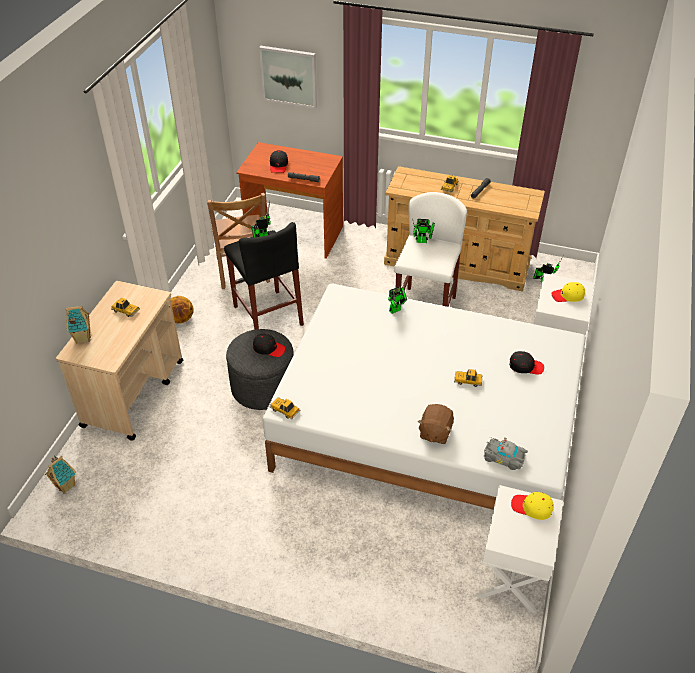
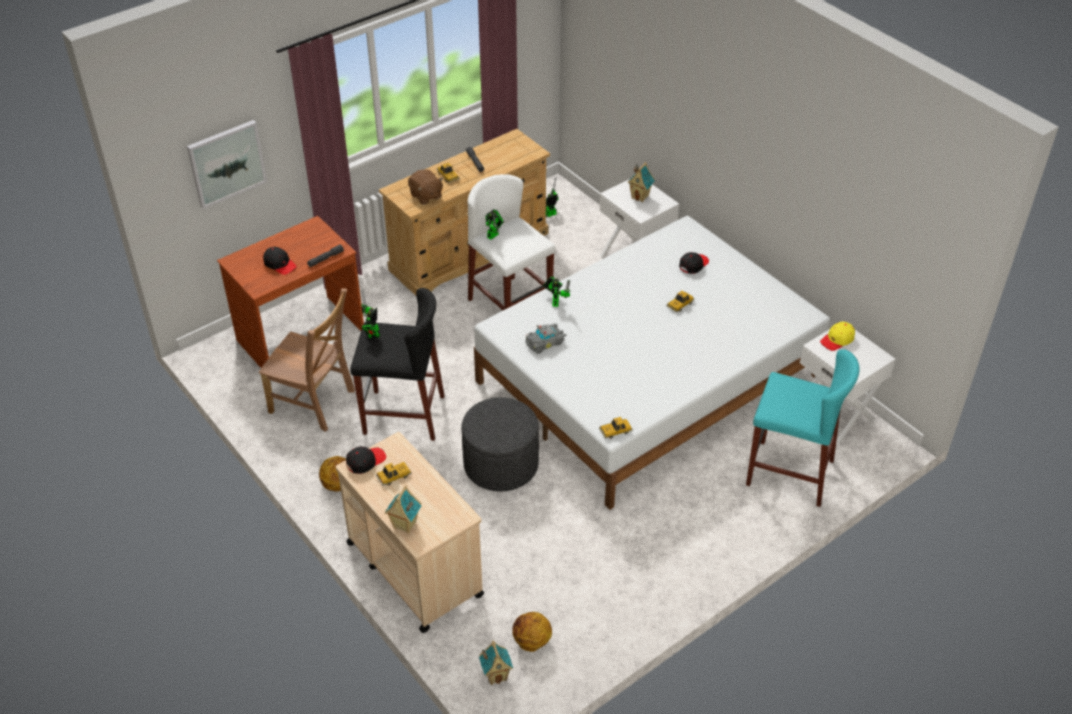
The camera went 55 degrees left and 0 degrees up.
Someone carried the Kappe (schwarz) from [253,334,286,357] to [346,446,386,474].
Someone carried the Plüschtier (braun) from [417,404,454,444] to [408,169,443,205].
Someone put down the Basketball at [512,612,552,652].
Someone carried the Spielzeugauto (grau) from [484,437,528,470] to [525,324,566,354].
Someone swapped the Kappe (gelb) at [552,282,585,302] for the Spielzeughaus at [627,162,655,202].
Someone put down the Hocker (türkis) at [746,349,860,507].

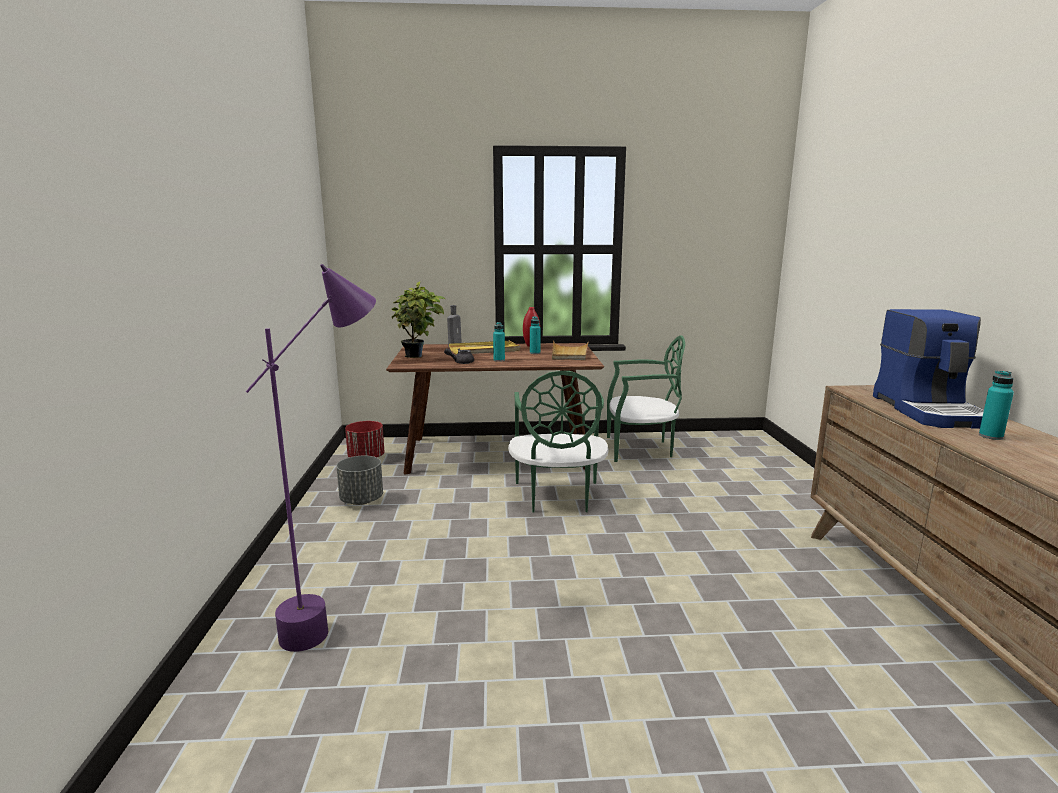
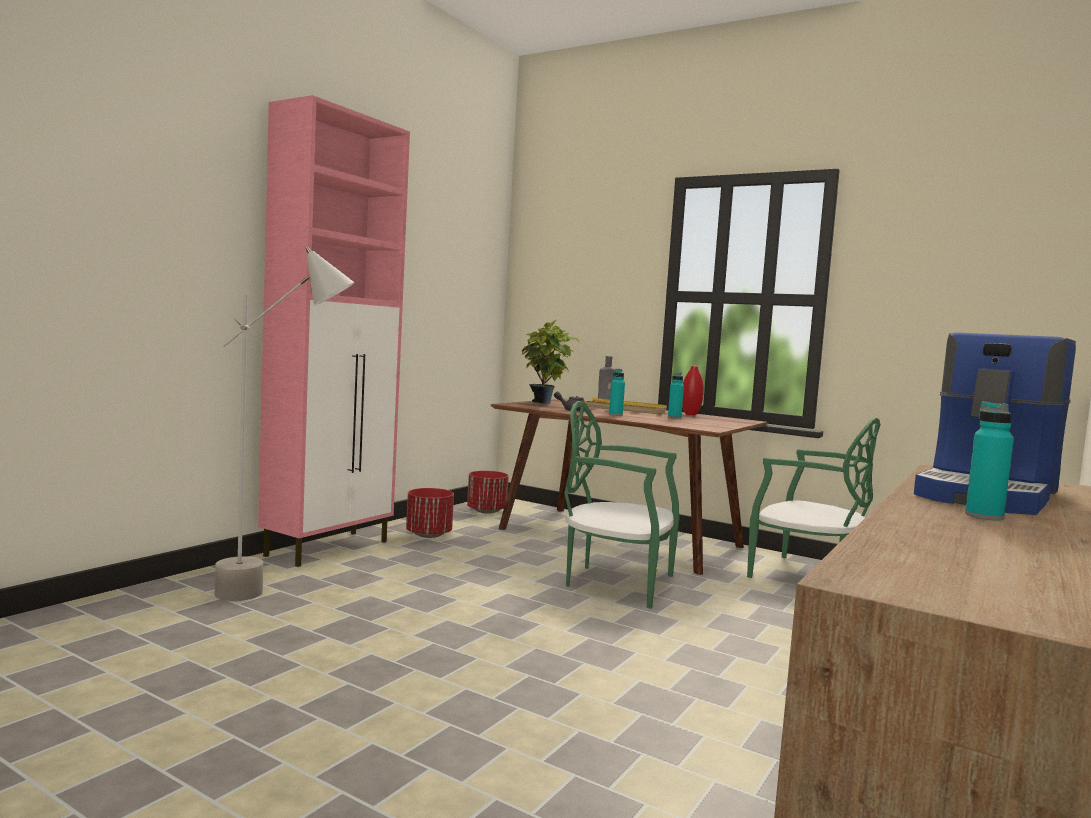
The camera went 35 degrees right and 10 degrees down.
Someone repainted the Stehlampe (lila) at [246,264,376,652], which became the Stehlampe (grau) at [215,246,355,601].
Someone put down the Schrank (rosa) at [258,95,410,567].
Someone repainted the Pflanzkübel (grau) at [336,456,383,505], which became the Pflanzkübel (rot) at [406,488,454,538].
Someone rotated the Stuhl (grün) at [508,371,608,513] by 75 degrees clockwise.
Someone took away the Tablett (beige) at [552,341,589,360].

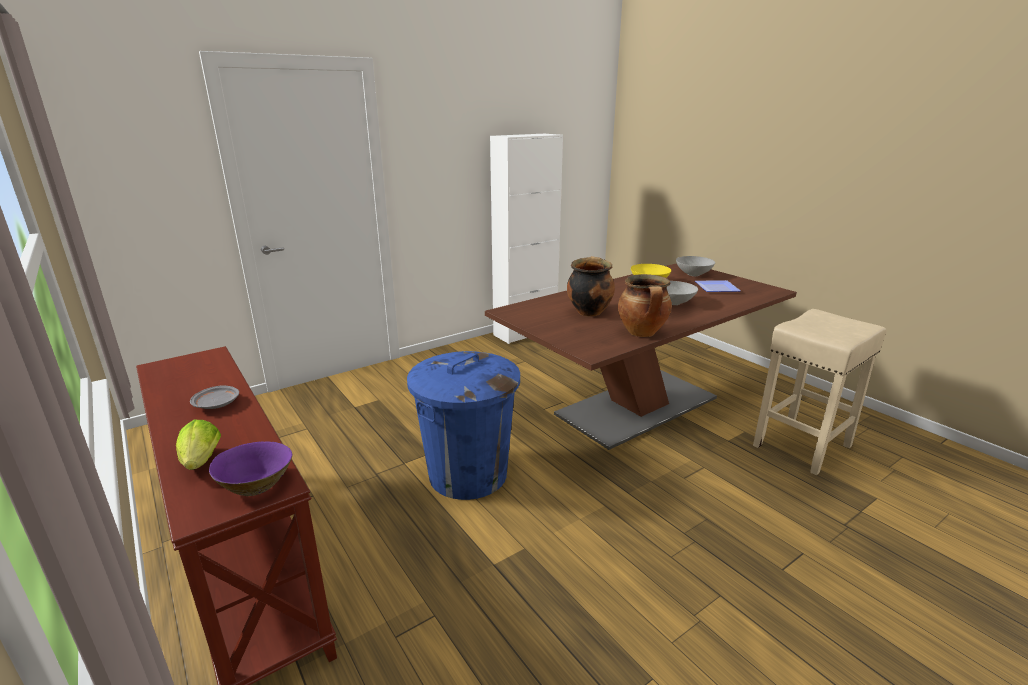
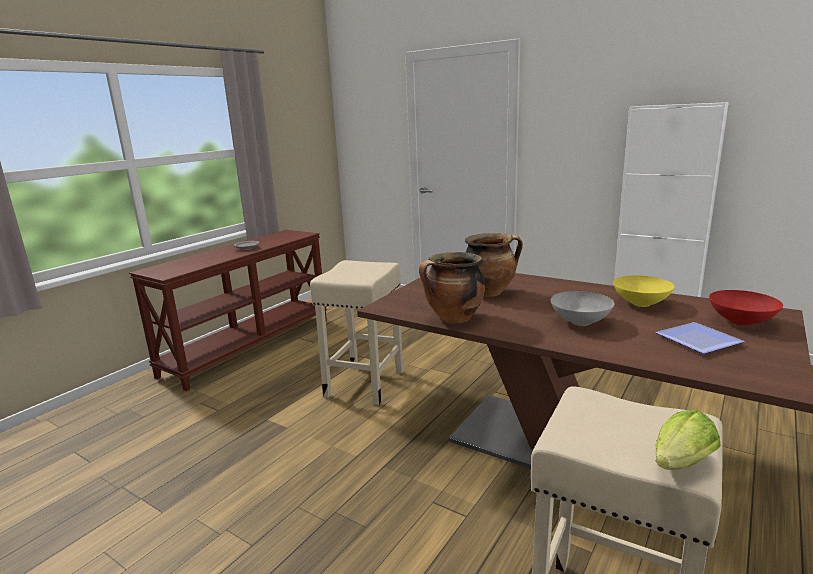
The camera went 70 degrees right and 5 degrees down.
Someone swapped the Mülleimer (blau) at [407,351,520,500] for the Hocker (beige) at [310,260,403,405].
Someone carried the Salatkopf from [176,420,221,470] to [655,410,721,470].
Someone repainted the Schüssel (grau) at [676,256,715,276], which became the Schüssel (rot) at [709,290,783,326].
Someone took away the Schüssel (lila) at [209,442,292,496].

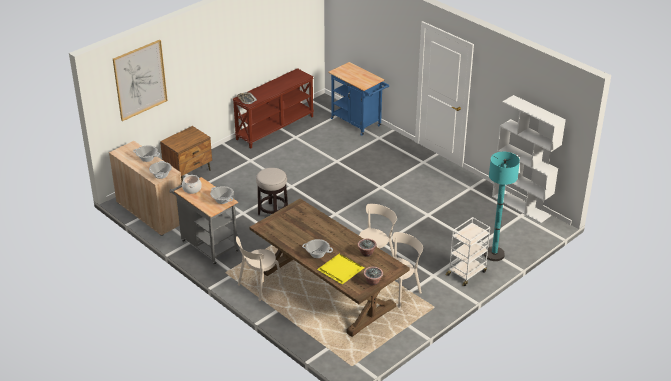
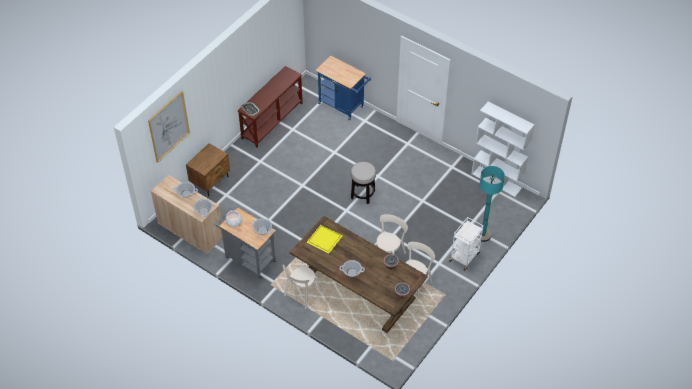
The camera went 10 degrees left and 15 degrees up.
Someone carried the Tablett (gelb) from [317,253,364,284] to [307,225,343,254].
Someone carried the Hocker from [256,168,288,215] to [350,162,376,204].

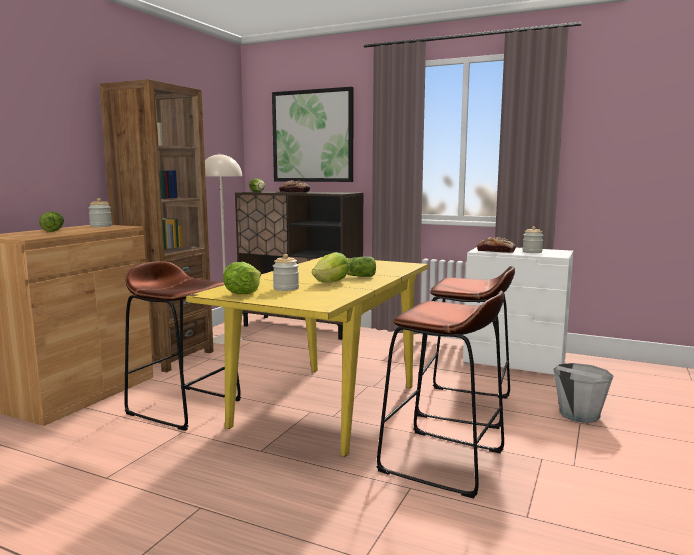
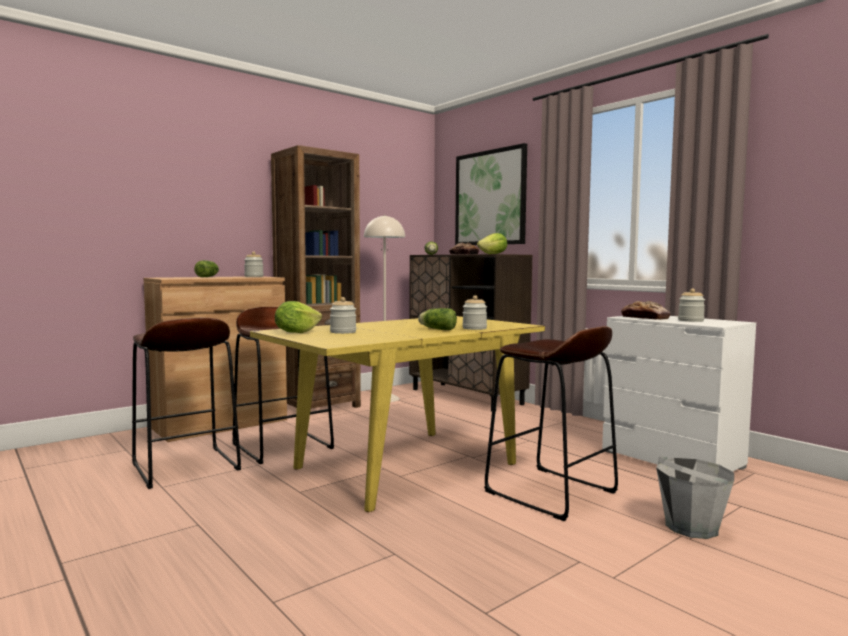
The camera went 25 degrees right and 5 degrees down.
Someone carried the Hocker (braun) from [376,291,504,498] to [132,318,241,489].
Someone put down the Vorratsglas at [462,295,487,330].
Someone carried the Salatkopf from [312,252,350,283] to [477,233,507,254].

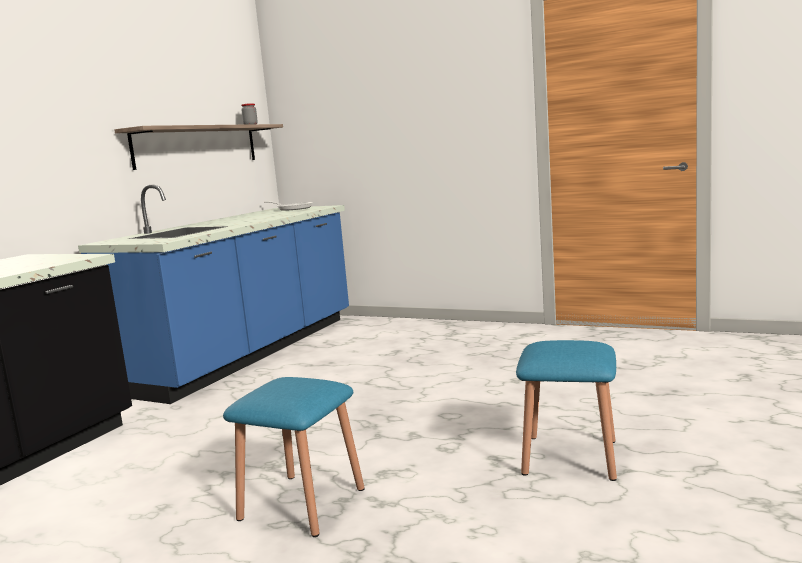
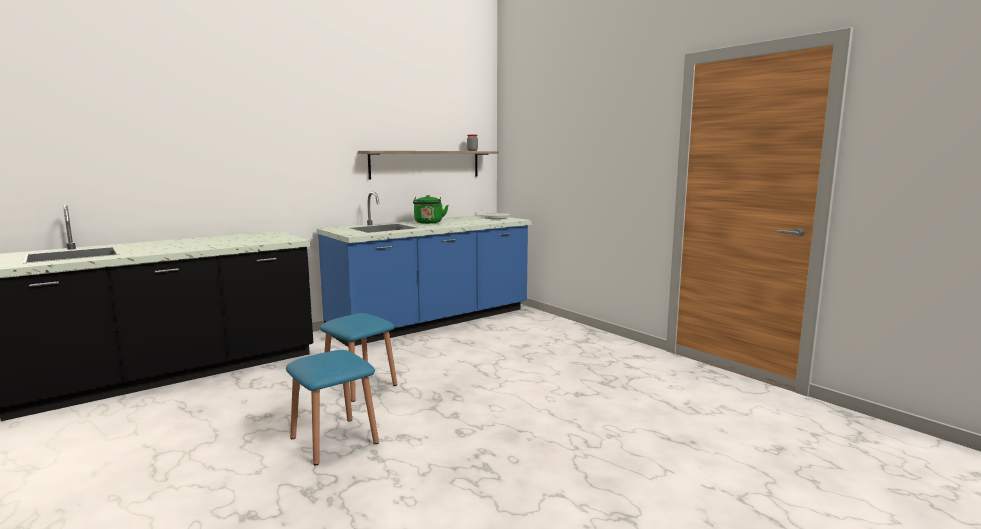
The camera went 25 degrees right and 0 degrees up.
Someone carried the Hocker (blau) from [516,340,617,481] to [320,313,397,402].
Someone put down the Wasserkessel (grün) at [413,195,449,224].

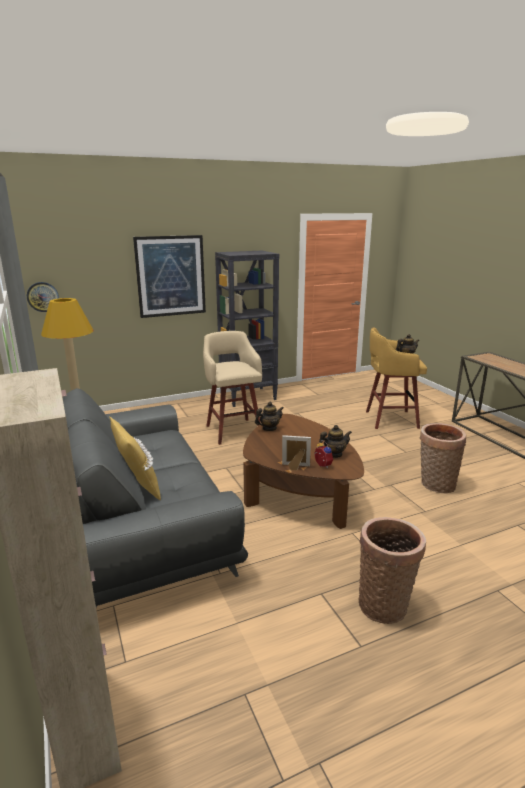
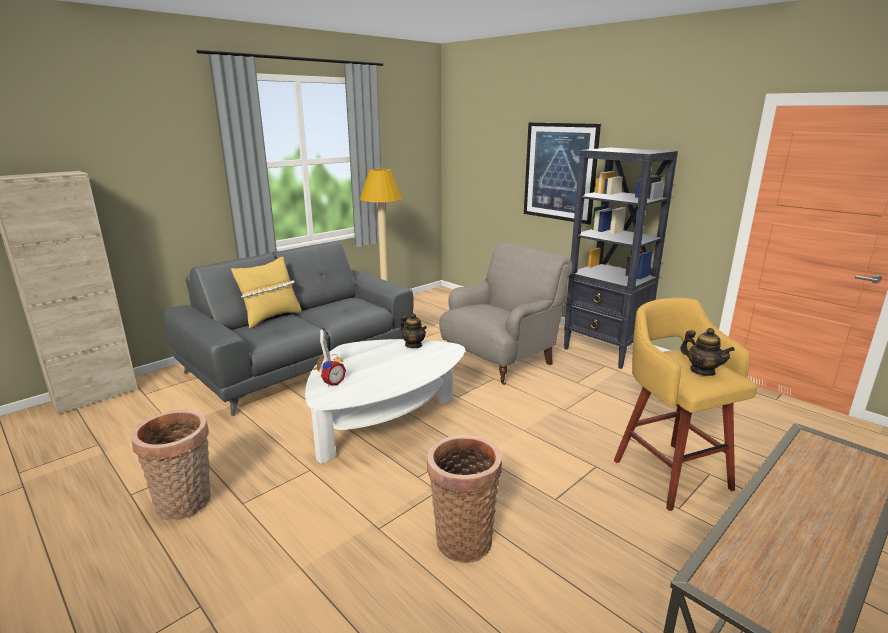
The camera went 70 degrees right and 0 degrees up.
Someone repainted the Couchtisch (braun) at [243,414,364,529], which became the Couchtisch (weiß) at [305,339,465,464].
Someone swapped the Hocker (beige) at [203,331,262,445] for the Sessel (grau) at [439,243,573,385].
Someone took away the Wanduhr at [27,282,59,312].
Someone took away the Teekanne at [318,425,352,458].

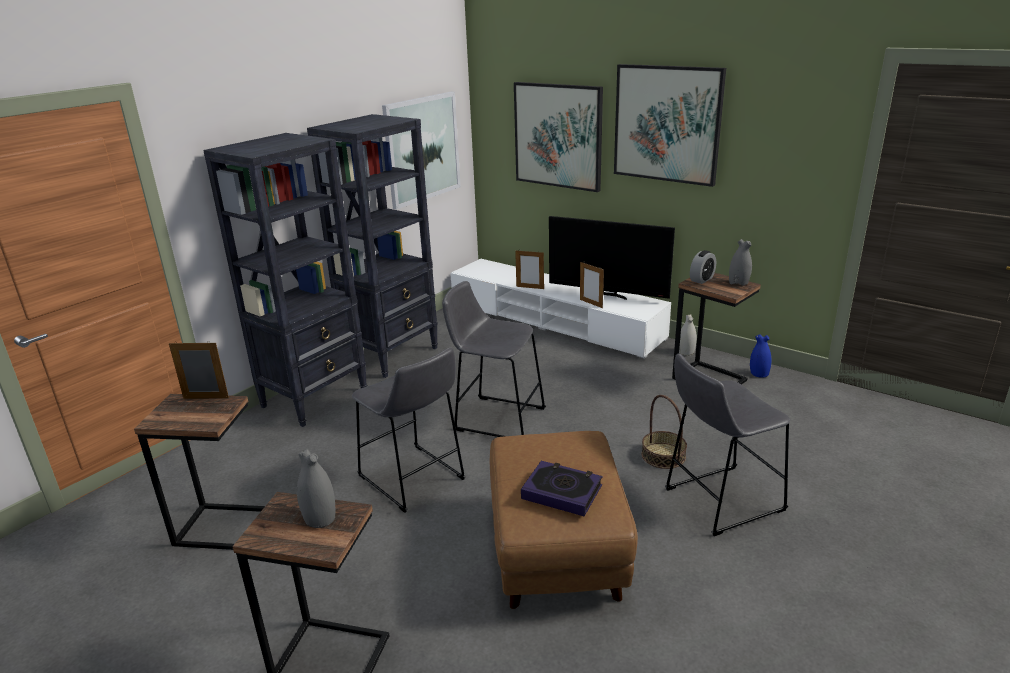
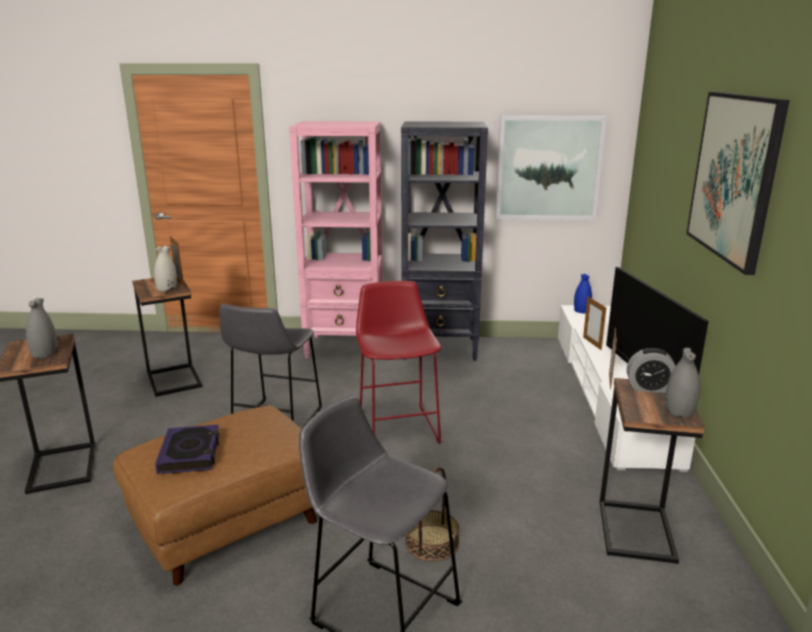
The camera went 55 degrees right and 5 degrees down.
Someone carried the Vase (weiß) from [679,315,697,356] to [154,245,177,292].
Someone repainted the Bücherregal (schwarz) at [203,133,367,427], which became the Bücherregal (rosa) at [289,121,383,360].
Someone repainted the Hocker (grau) at [442,281,546,437], which became the Hocker (rot) at [356,281,441,444].
Someone carried the Vase (blau) from [750,334,771,378] to [574,274,592,314].
Someone took away the Bild at [514,82,603,192].

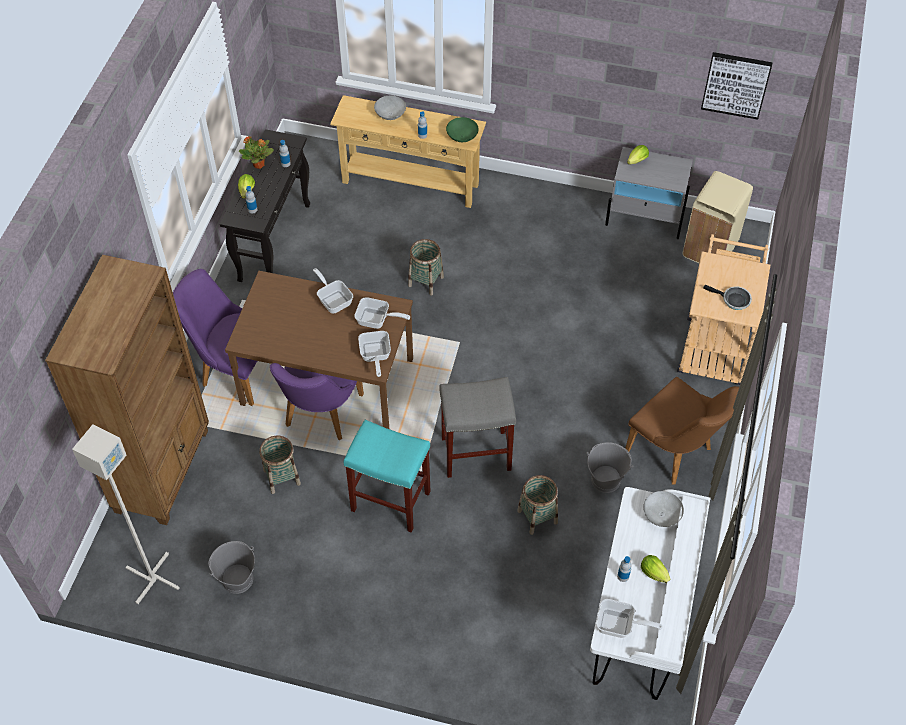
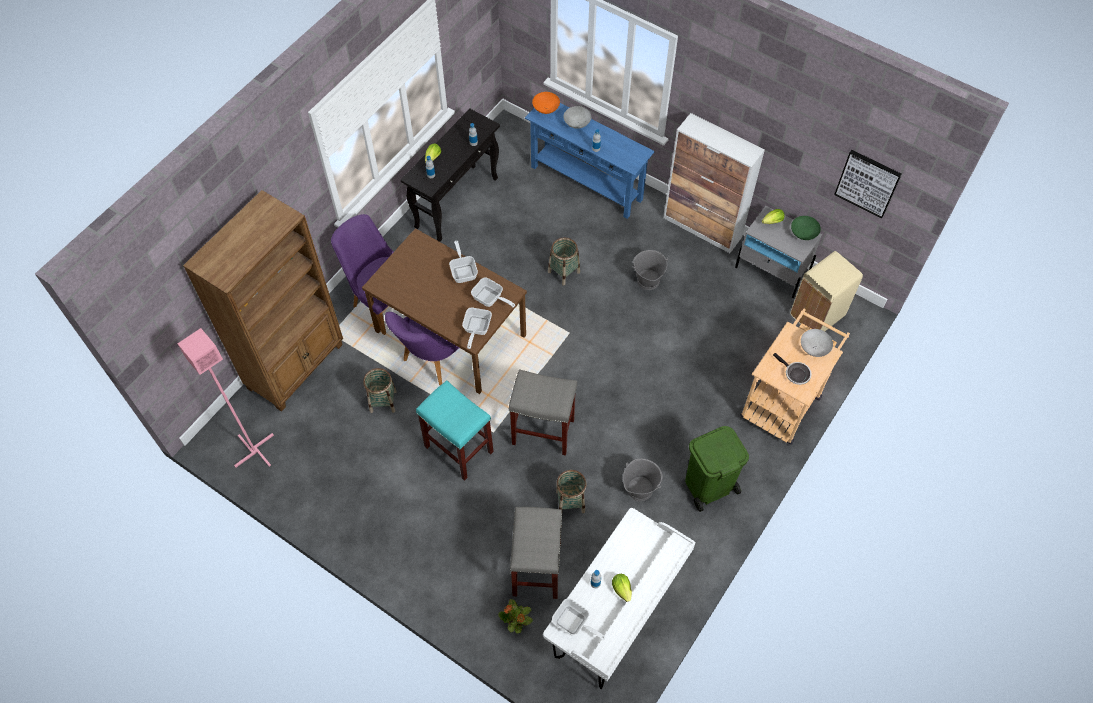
The camera went 20 degrees right and 5 degrees up.
Someone repainted the Stehlampe (grau) at [72,424,180,604], which became the Stehlampe (rosa) at [177,328,274,467].
Someone carried the Topfpflanze from [239,136,274,169] to [498,599,533,634].
Someone put down the Hocker (grau) at [510,507,562,599].
Someone repainted the Konsolentisch (beige) at [330,95,486,208], which became the Konsolentisch (blau) at [525,103,655,219].
Someone put down the Schüssel (orange) at [532,92,560,114].
Someone carried the Eimer (grau) from [208,541,255,594] to [633,250,668,290].
Someone put down the Schrank at [664,113,765,253].
Someone swapped the Stuhl (braun) at [625,377,739,485] for the Mülleimer (grün) at [685,426,749,512].
Someone carried the Schüssel (grün) from [446,117,479,142] to [791,216,821,240].
Someone carried the Schüssel (grau) from [643,491,684,527] to [801,329,833,357].

